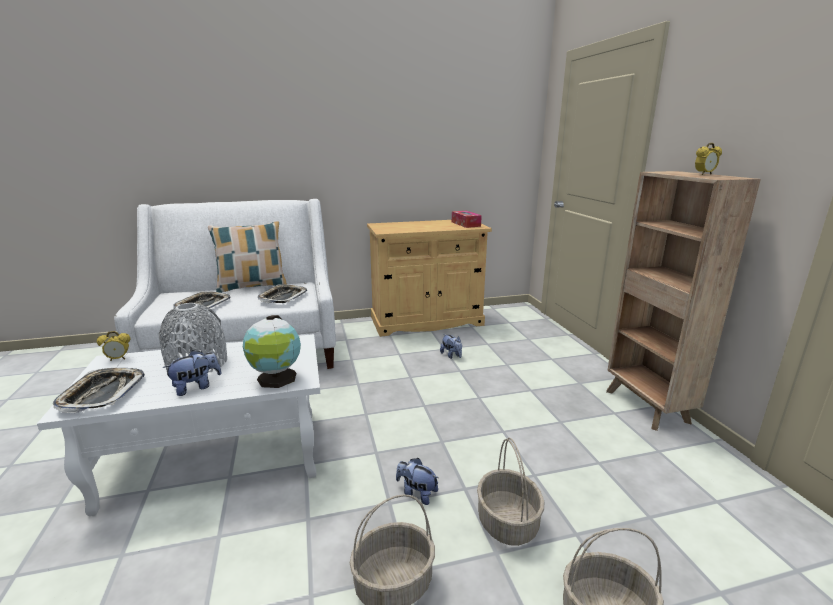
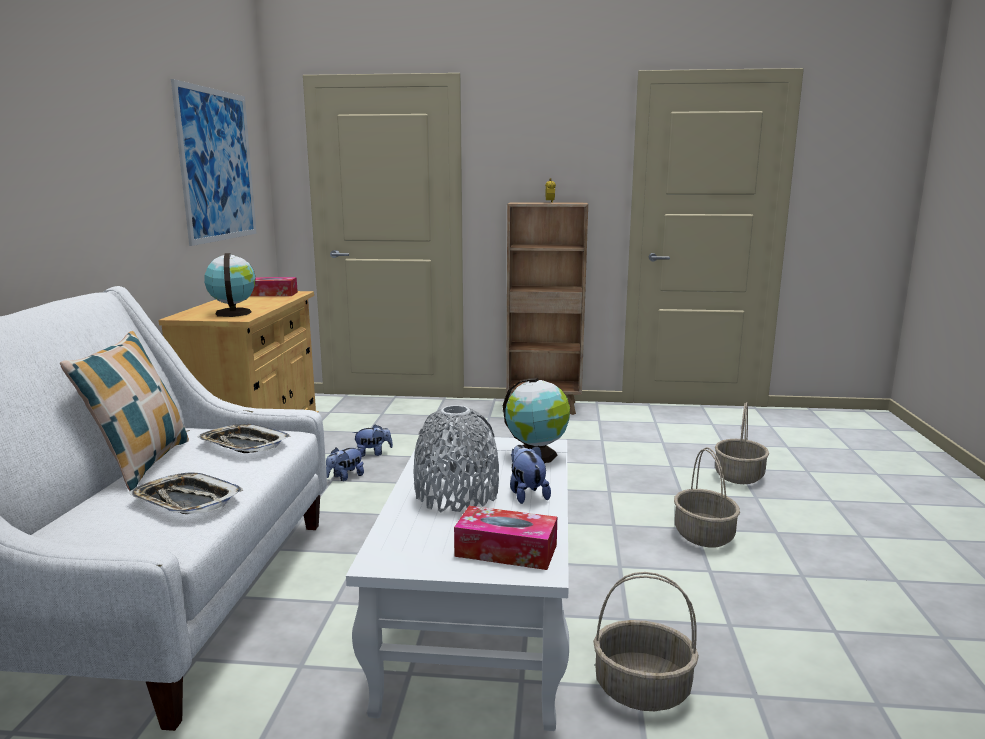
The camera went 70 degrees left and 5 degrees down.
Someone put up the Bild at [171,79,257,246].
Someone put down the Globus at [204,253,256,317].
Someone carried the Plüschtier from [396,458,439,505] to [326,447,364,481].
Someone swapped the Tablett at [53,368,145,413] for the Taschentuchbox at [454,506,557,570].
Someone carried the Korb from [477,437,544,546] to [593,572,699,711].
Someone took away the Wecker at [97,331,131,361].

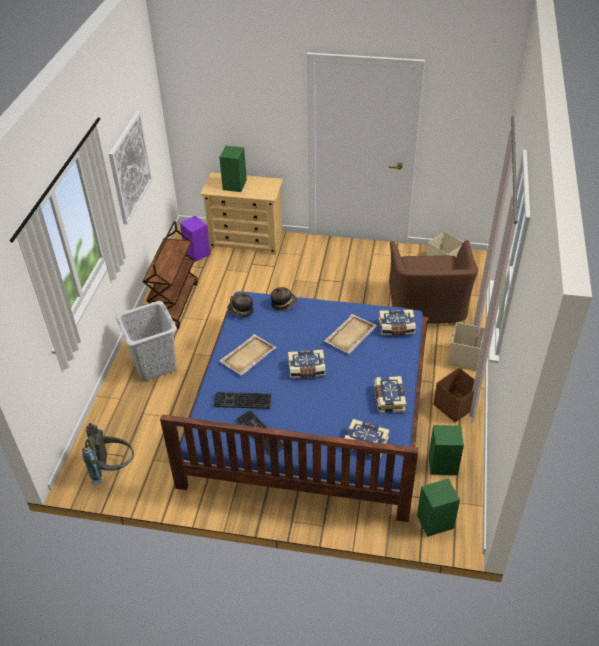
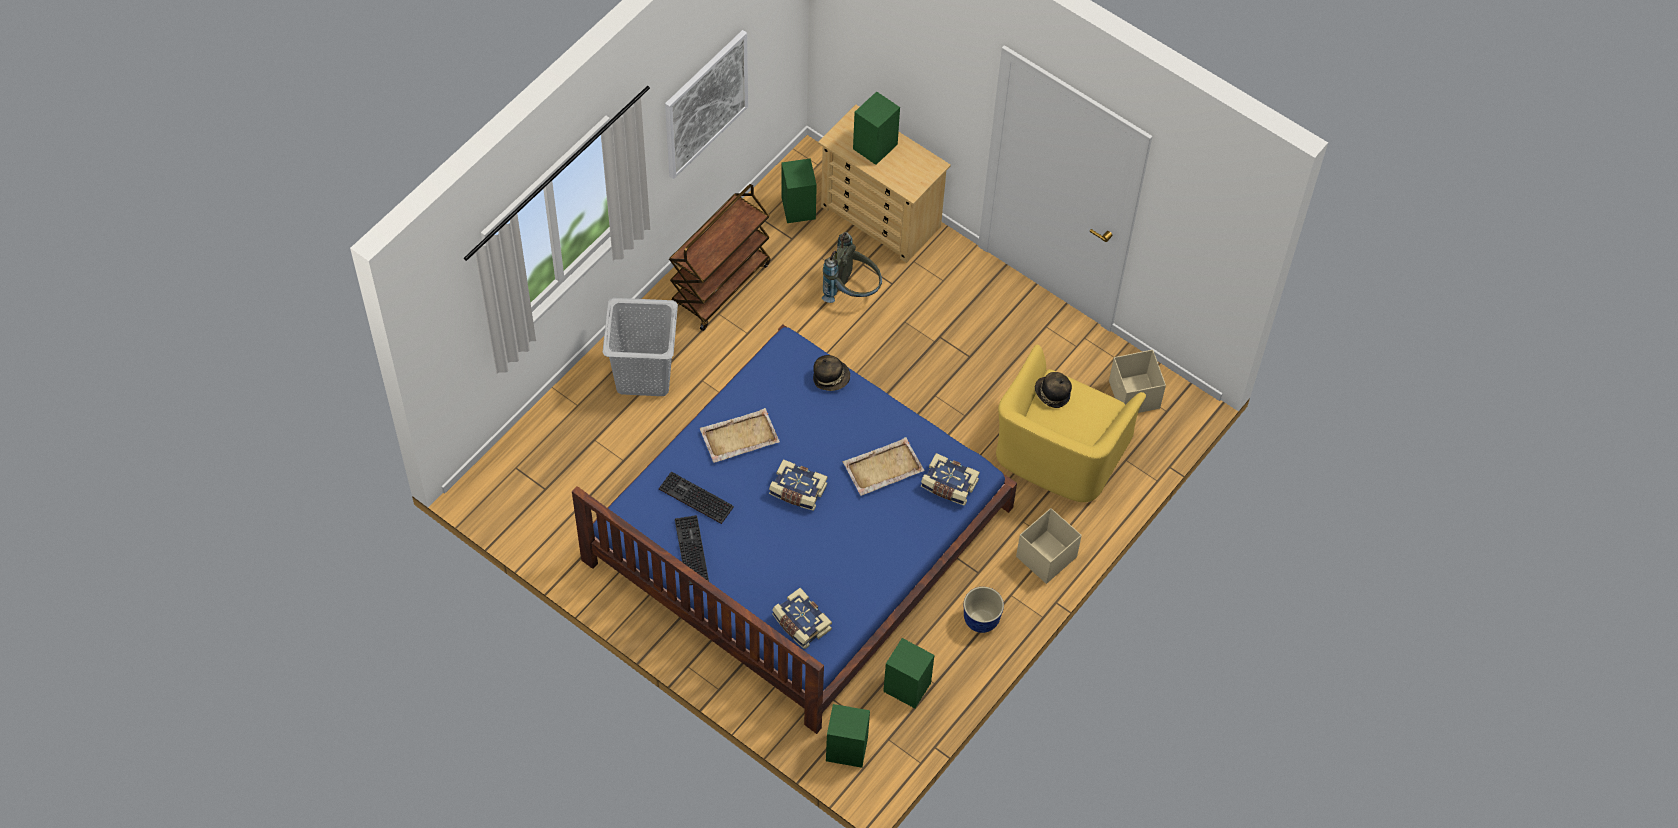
The camera went 25 degrees right and 15 degrees up.
Someone repainted the Lautsprecher (lila) at [180,216,211,262], which became the Lautsprecher (grün) at [781,158,817,223].
Someone carried the Rucksack (grau) from [82,423,134,485] to [822,232,882,303].
Someone swapped the Aufbewahrungsbox (braun) at [433,368,474,423] for the Pflanzkübel at [964,587,1004,633].
Someone repainted the Sessel (braun) at [389,240,478,324], which became the Sessel (gelb) at [996,345,1146,502].
Someone carried the Hut from [227,293,253,317] to [1035,372,1072,408].
Someone took away the Buch at [374,376,406,414].

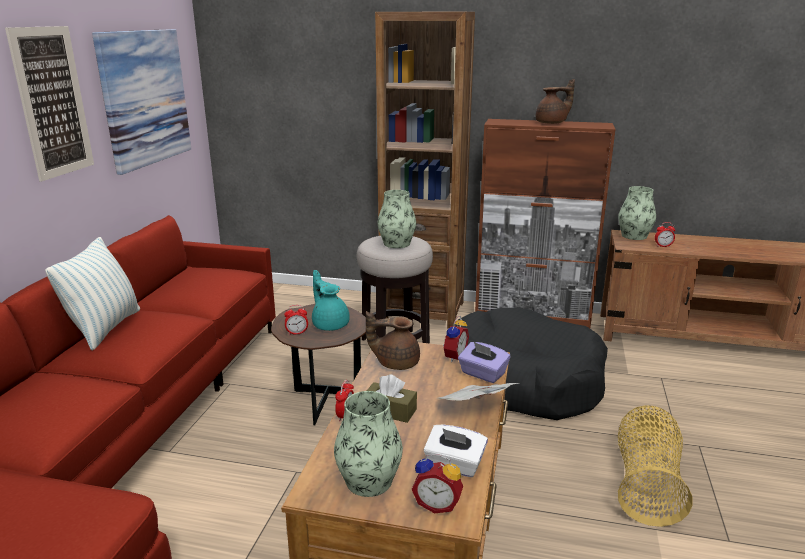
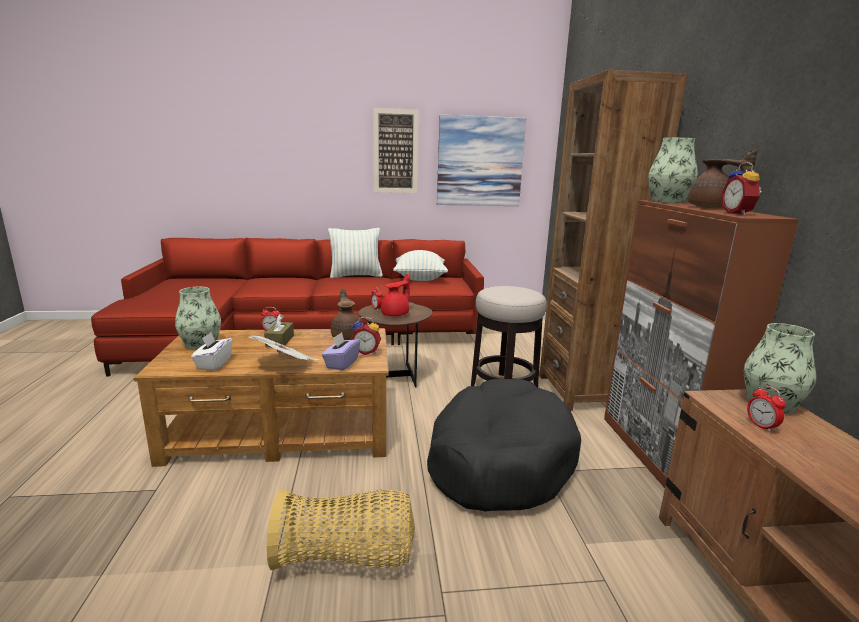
The camera went 70 degrees right and 5 degrees down.
Someone repainted the Teekanne (türkis) at [312,270,350,331], which became the Teekanne (rot) at [381,274,410,316].
Someone put down the Kissen at [393,250,448,281].
Someone carried the Vase from [378,190,416,248] to [648,138,698,203].
Someone carried the Wecker from [412,454,463,513] to [721,162,762,215].

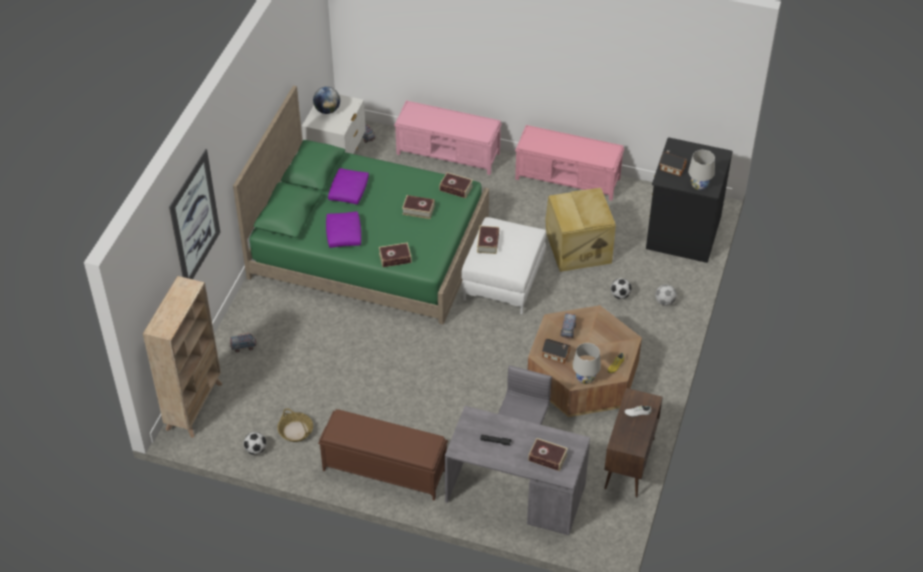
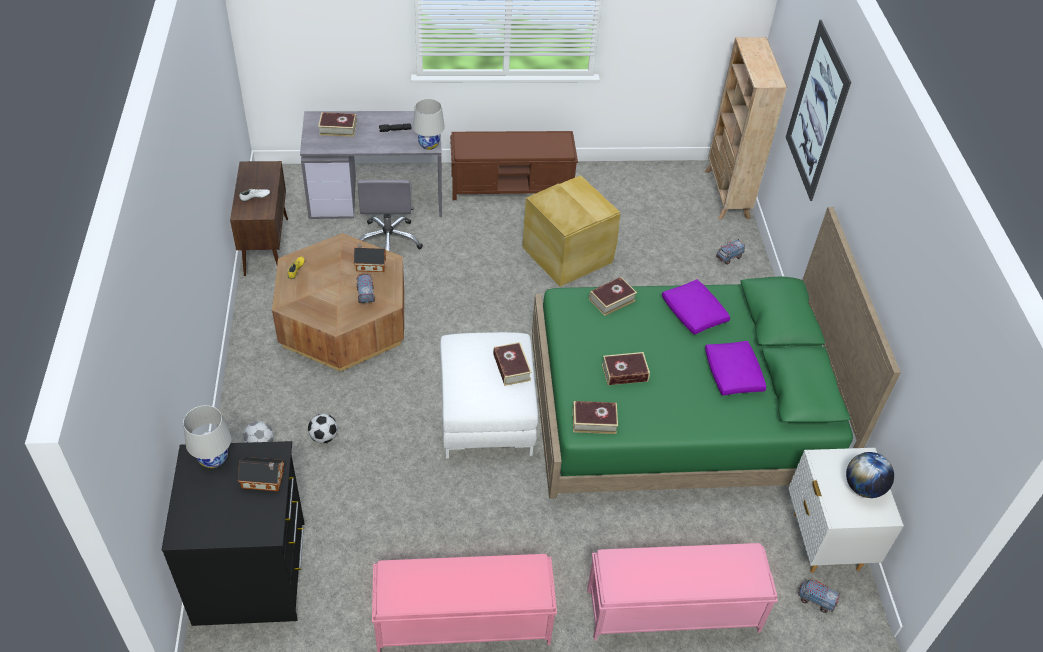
The camera went 155 degrees right and 0 degrees up.
Someone carried the Tischlampe (weiß) from [572,343,601,384] to [413,99,445,150].
Someone carried the Aufbewahrungsbox (beige) from [545,188,616,272] to [522,175,620,287].
Someone took away the Fußball at [243,432,267,455].
Someone took away the Korb at [277,408,313,442].

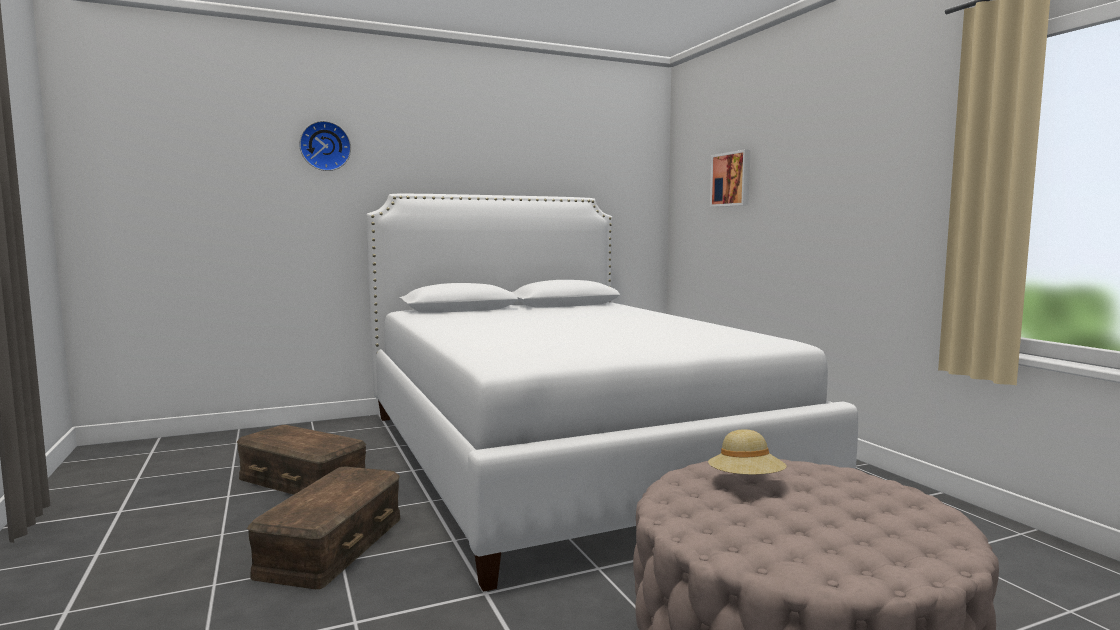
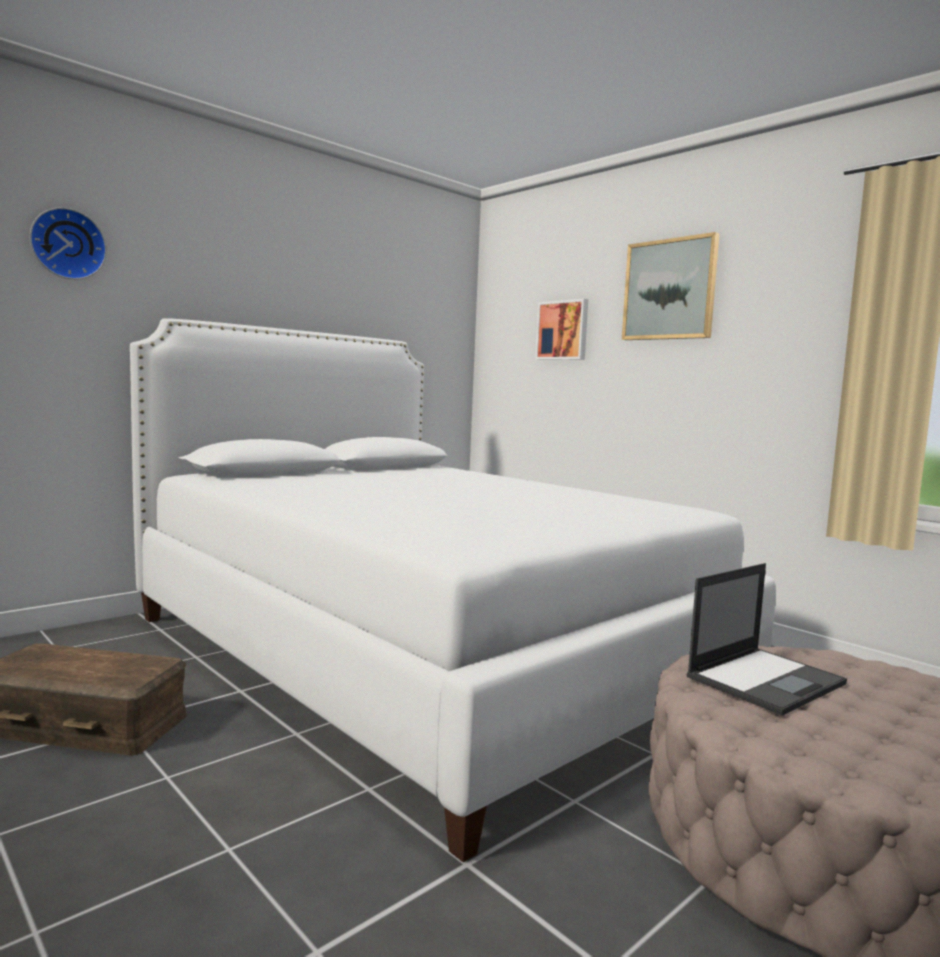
The camera went 20 degrees left and 0 degrees up.
Someone put up the Bild at [622,232,720,340].
Someone swapped the Hut (beige) at [708,429,787,475] for the Laptop at [686,563,847,716].
Someone took away the Aufbewahrungsbox (braun) at [247,466,400,589].

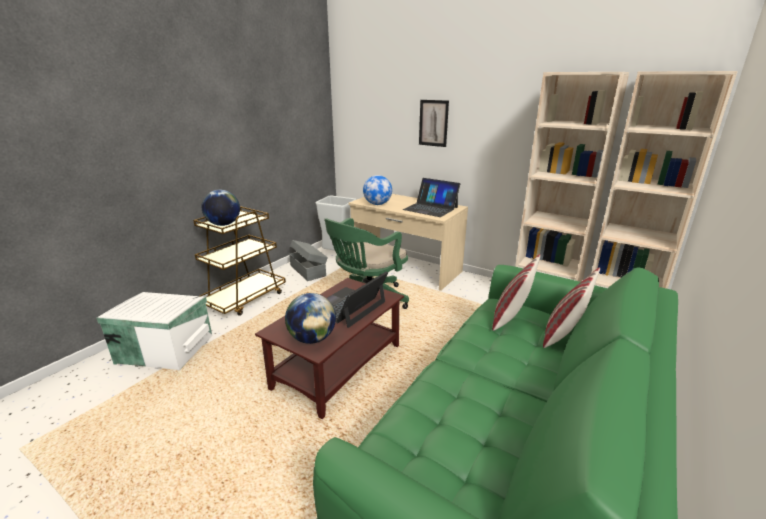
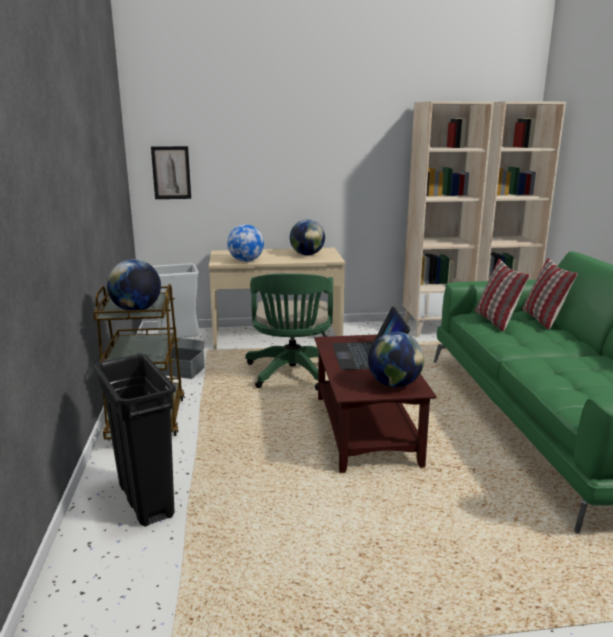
The camera went 40 degrees left and 5 degrees down.
Someone swapped the Aufbewahrungsbox (weiß) at [96,292,212,370] for the Mülleimer (schwarz) at [94,354,176,527].
Someone carried the Bild from [419,100,449,147] to [151,146,191,199].
Someone swapped the Laptop at [403,178,460,217] for the Globus at [290,220,325,255].

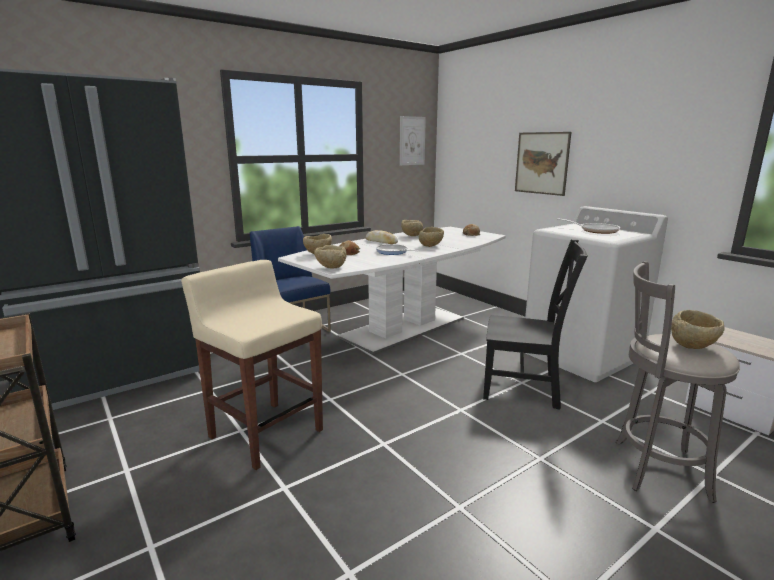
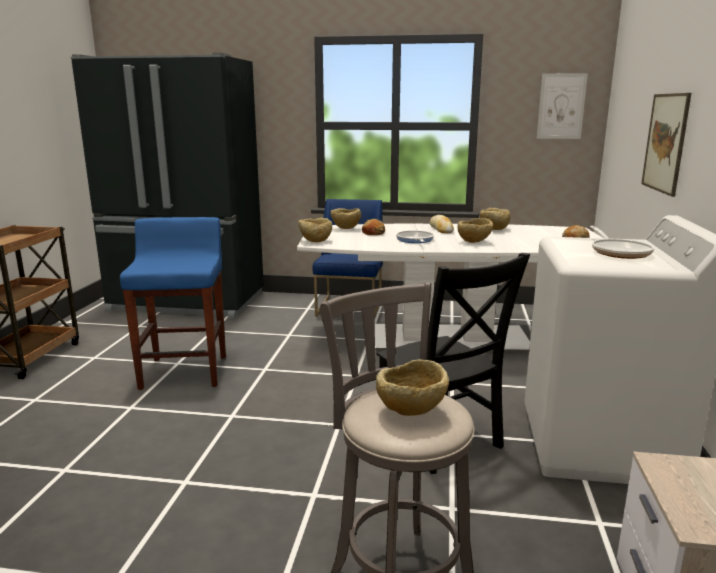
The camera went 45 degrees right and 0 degrees up.
Someone repainted the Hocker (beige) at [181,260,323,470], which became the Hocker (blau) at [120,217,226,390].

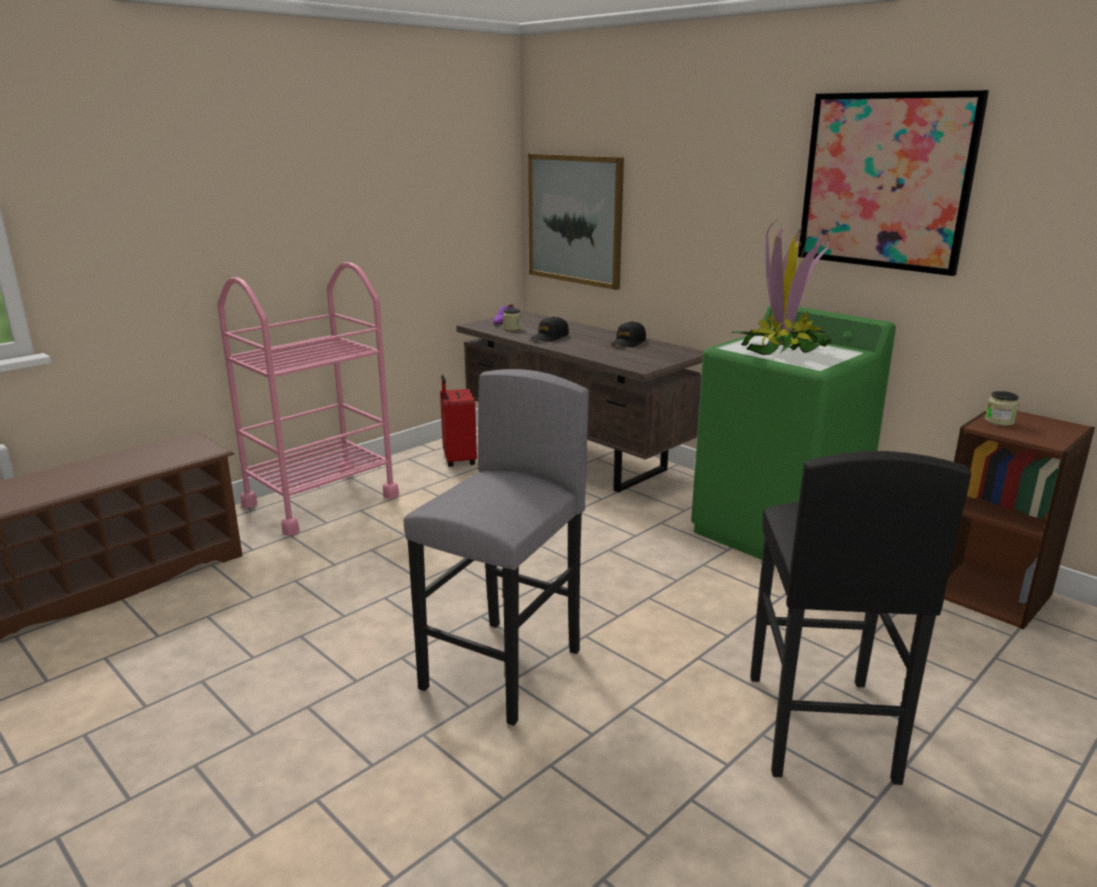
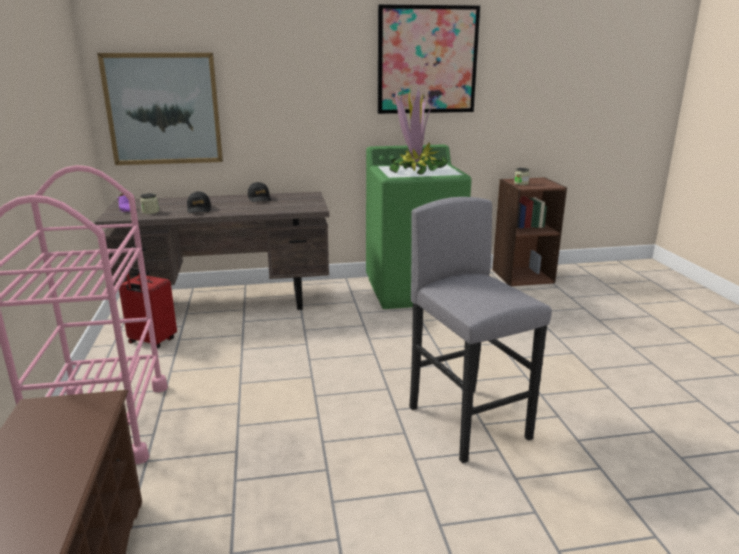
The camera went 55 degrees left and 0 degrees up.
Someone took away the Hocker (schwarz) at [750,451,971,785].

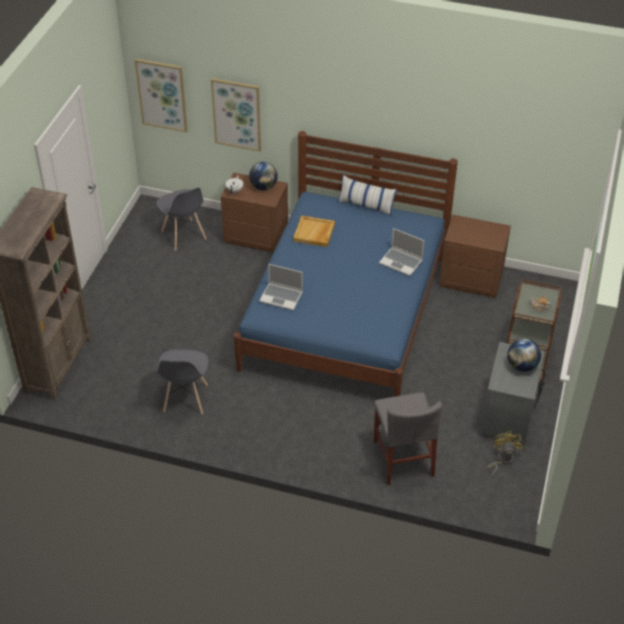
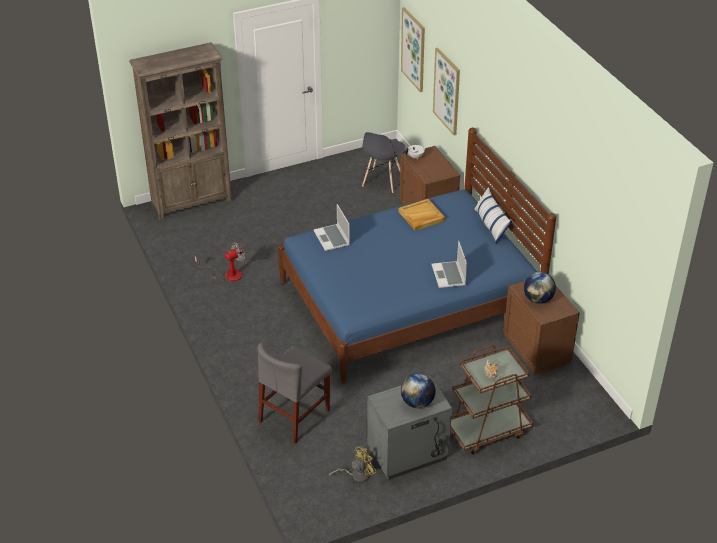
The camera went 50 degrees right and 5 degrees down.
Someone swapped the Stuhl (grau) at [157,349,209,414] for the Ventilator at [194,242,245,281].
Someone carried the Globus from [249,162,278,190] to [524,272,556,304].

